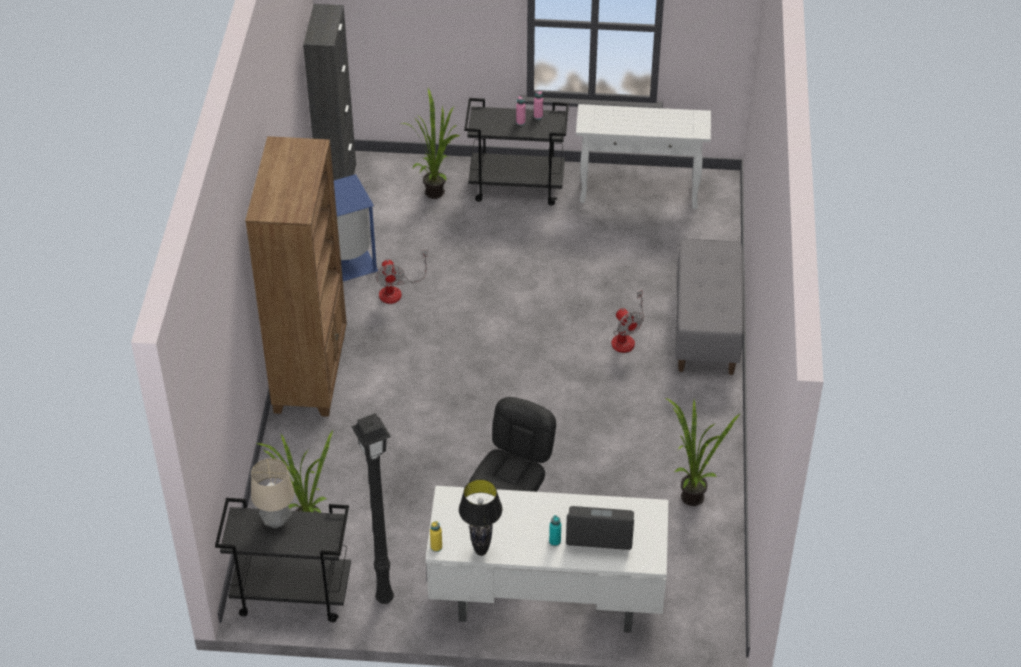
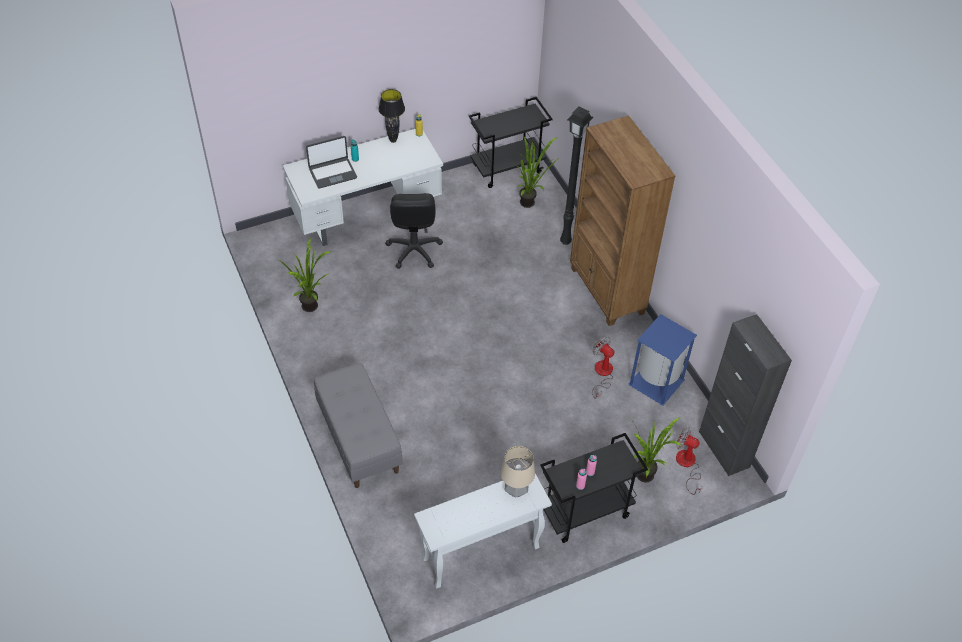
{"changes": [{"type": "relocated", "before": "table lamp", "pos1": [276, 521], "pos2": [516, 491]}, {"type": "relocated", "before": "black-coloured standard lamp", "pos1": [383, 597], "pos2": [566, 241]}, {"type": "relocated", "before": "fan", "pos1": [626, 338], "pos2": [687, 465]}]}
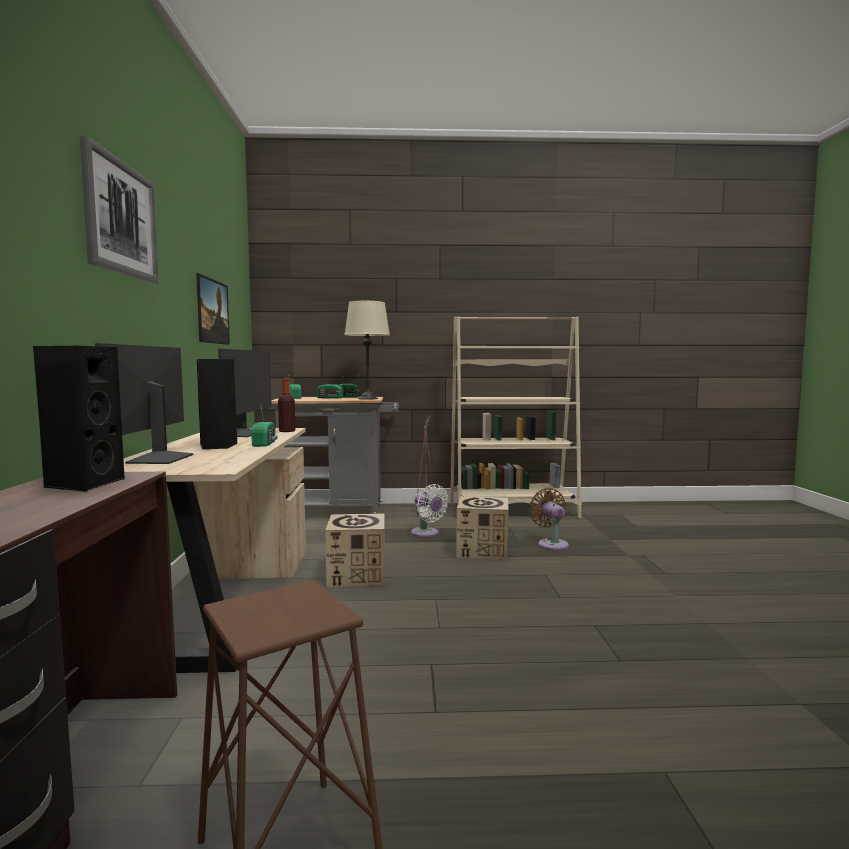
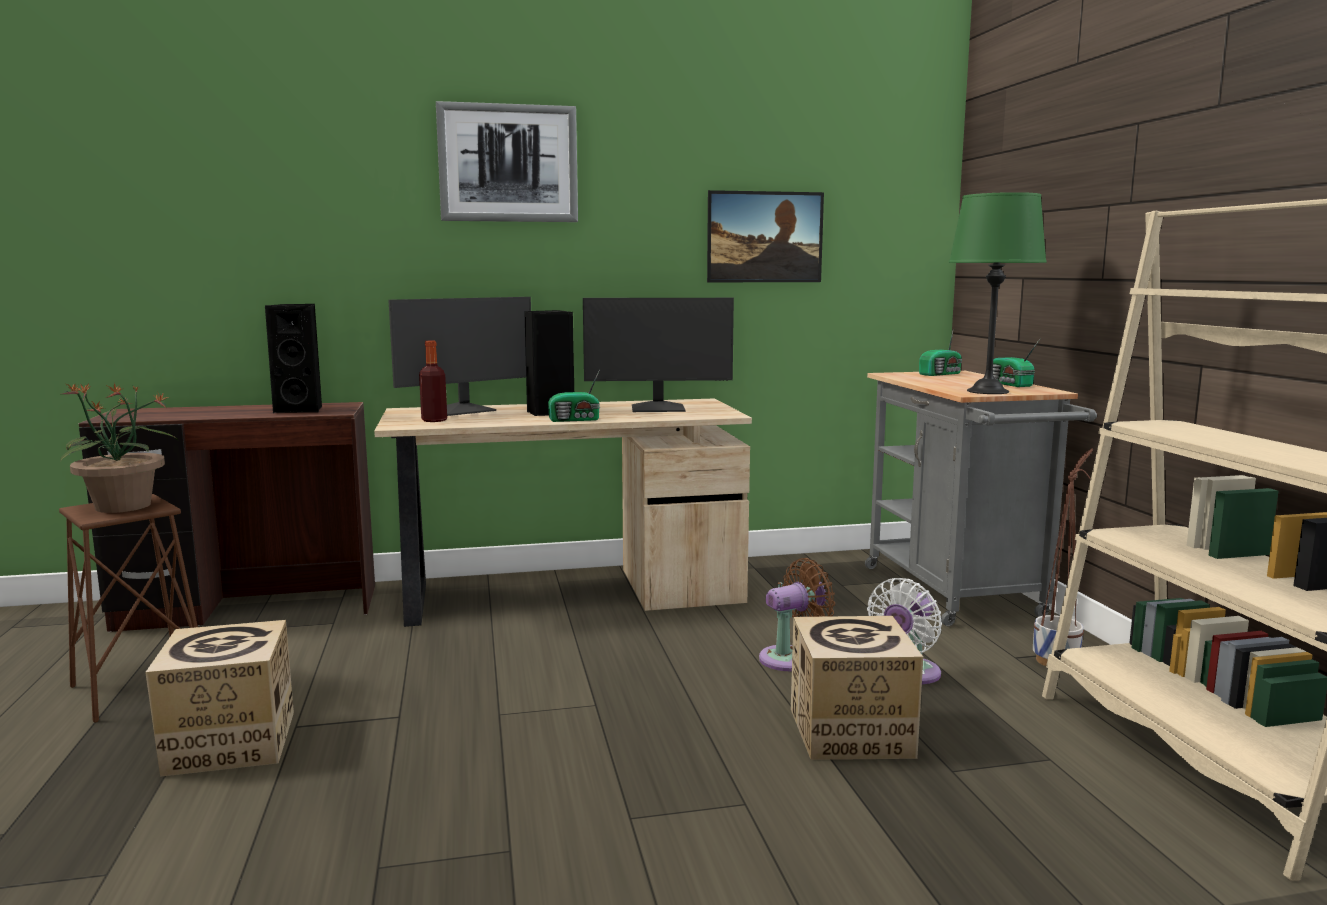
{"changes": [{"type": "appeared", "after": "plant in a pot", "pos2": [124, 507]}, {"type": "relocated", "before": "carton", "pos1": [357, 575], "pos2": [230, 743]}, {"type": "spun", "before": "computer display", "pos1": [158, 459], "pos2": [463, 411], "turn": 150}, {"type": "relocated", "before": "drink bottle", "pos1": [287, 431], "pos2": [434, 420]}, {"type": "relocated", "before": "brownish fan", "pos1": [551, 544], "pos2": [792, 658]}, {"type": "colour", "before": "beige table lamp", "after": "green table lamp", "pos1": [367, 398], "pos2": [988, 391]}, {"type": "missing", "before": "radio receiver", "pos1": [330, 398]}]}
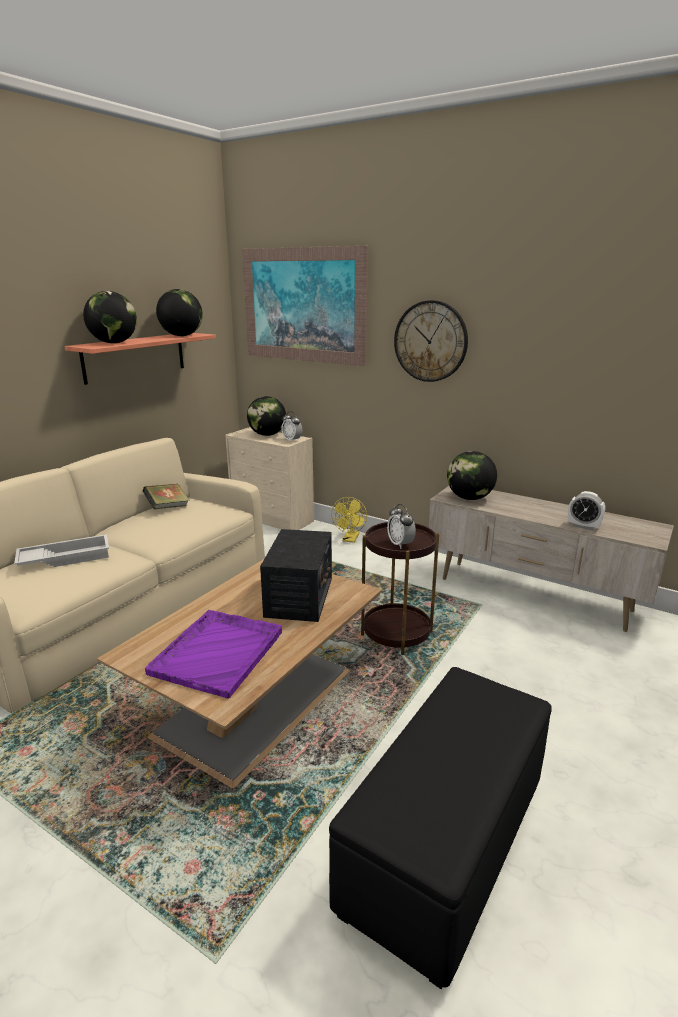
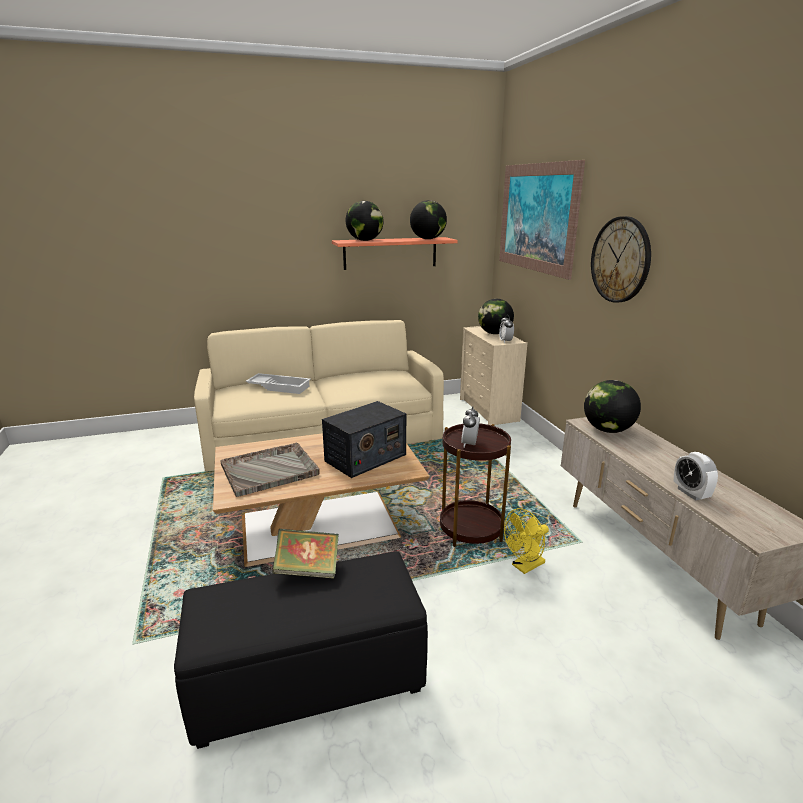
{"changes": [{"type": "colour", "before": "purplish serving tray", "after": "gray serving tray", "pos1": [218, 652], "pos2": [270, 470]}, {"type": "relocated", "before": "book", "pos1": [167, 508], "pos2": [308, 570]}, {"type": "relocated", "before": "yellow fan", "pos1": [350, 539], "pos2": [524, 566]}]}
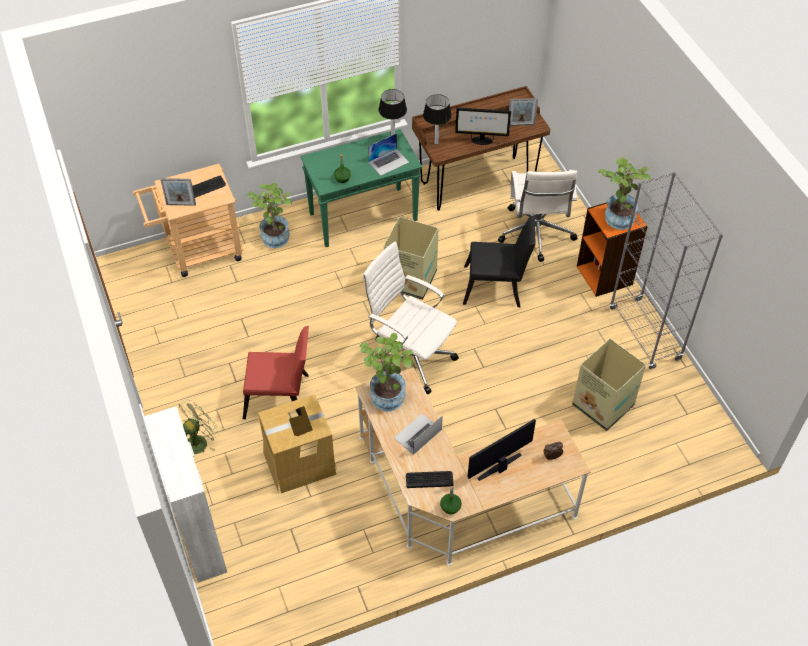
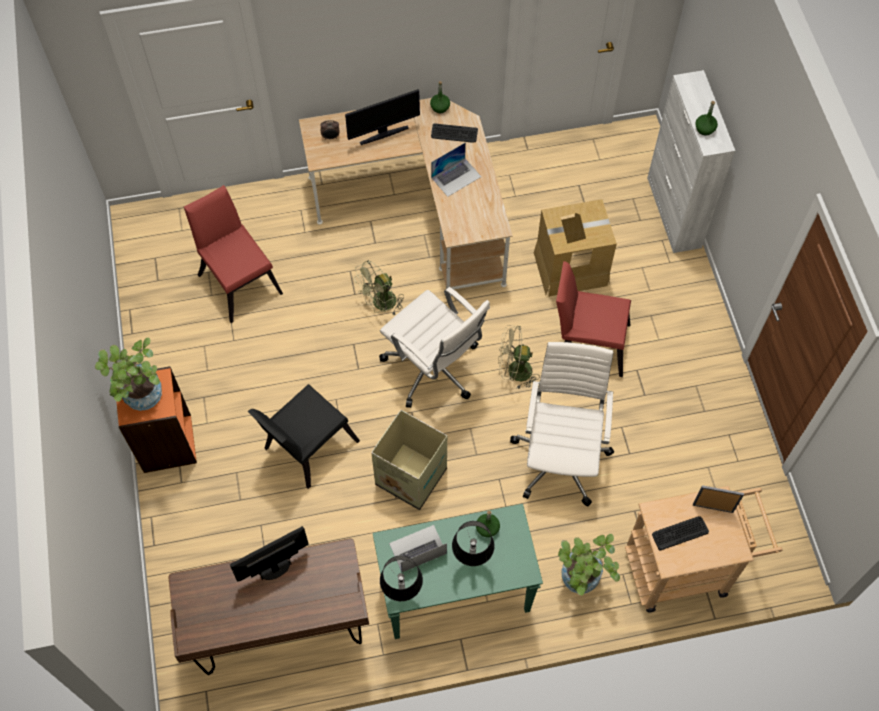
{"changes": [{"type": "exchanged", "before": "carton", "after": "red-coloured plain chair", "pos1": [603, 406], "pos2": [238, 279]}, {"type": "spun", "before": "computer display", "pos1": [481, 141], "pos2": [275, 568], "turn": -45}, {"type": "spun", "before": "black-coloured plain chair", "pos1": [497, 287], "pos2": [306, 448], "turn": -60}, {"type": "relocated", "before": "green fan", "pos1": [199, 440], "pos2": [380, 304]}, {"type": "relocated", "before": "table lamp", "pos1": [436, 143], "pos2": [472, 563]}, {"type": "appeared", "after": "beige fan", "pos2": [514, 371]}, {"type": "relocated", "before": "white desk chair", "pos1": [536, 234], "pos2": [561, 457]}, {"type": "appeared", "after": "green drink bottle", "pos2": [705, 129]}, {"type": "missing", "before": "plant in a pot", "pos1": [387, 392]}, {"type": "missing", "before": "picture frame", "pos1": [521, 124]}, {"type": "missing", "before": "gray bookshelf", "pos1": [645, 334]}]}
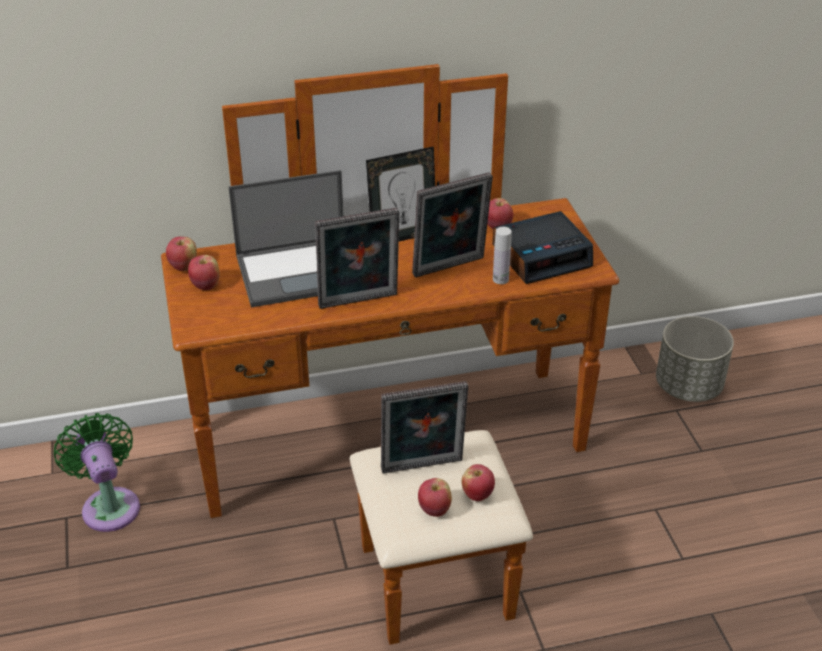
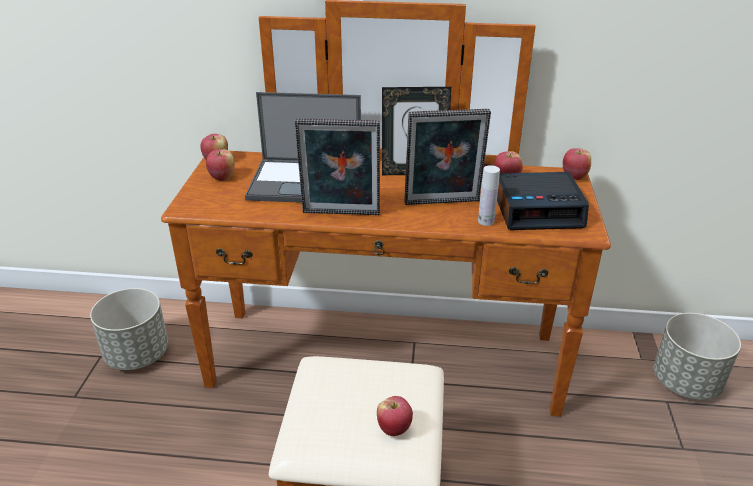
{"changes": [{"type": "exchanged", "before": "green fan", "after": "gray flower pot", "pos1": [109, 505], "pos2": [137, 355]}, {"type": "relocated", "before": "apple", "pos1": [434, 509], "pos2": [574, 176]}, {"type": "missing", "before": "picture frame", "pos1": [422, 468]}]}
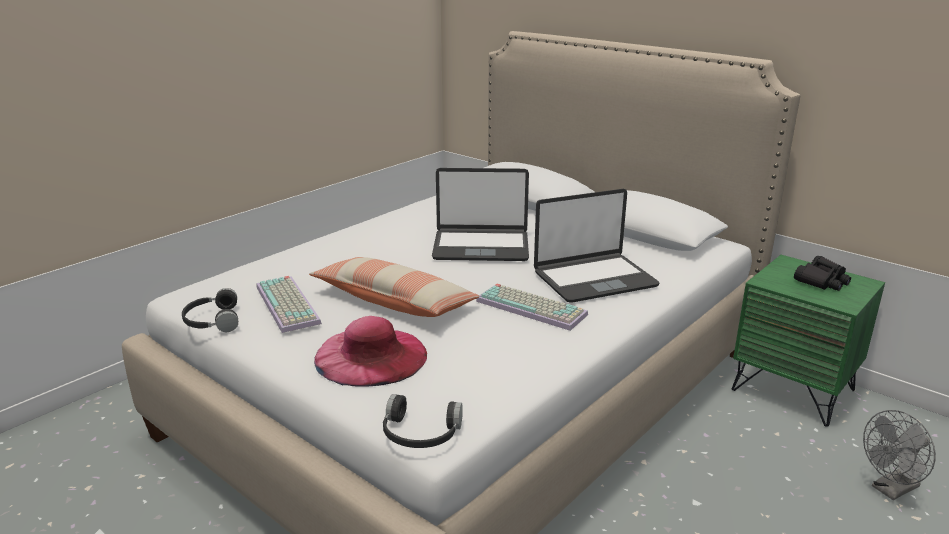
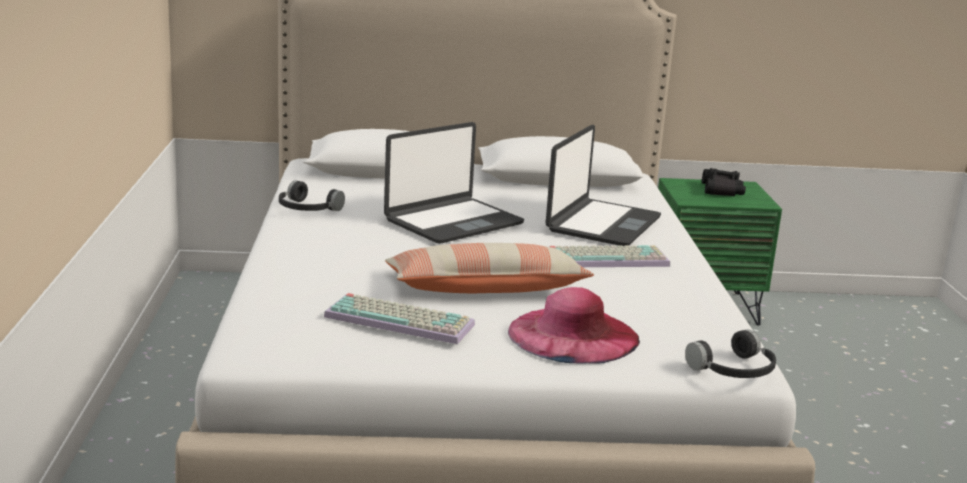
{"changes": [{"type": "relocated", "before": "black-coloured headset", "pos1": [211, 321], "pos2": [306, 209]}, {"type": "missing", "before": "gray fan", "pos1": [891, 490]}]}
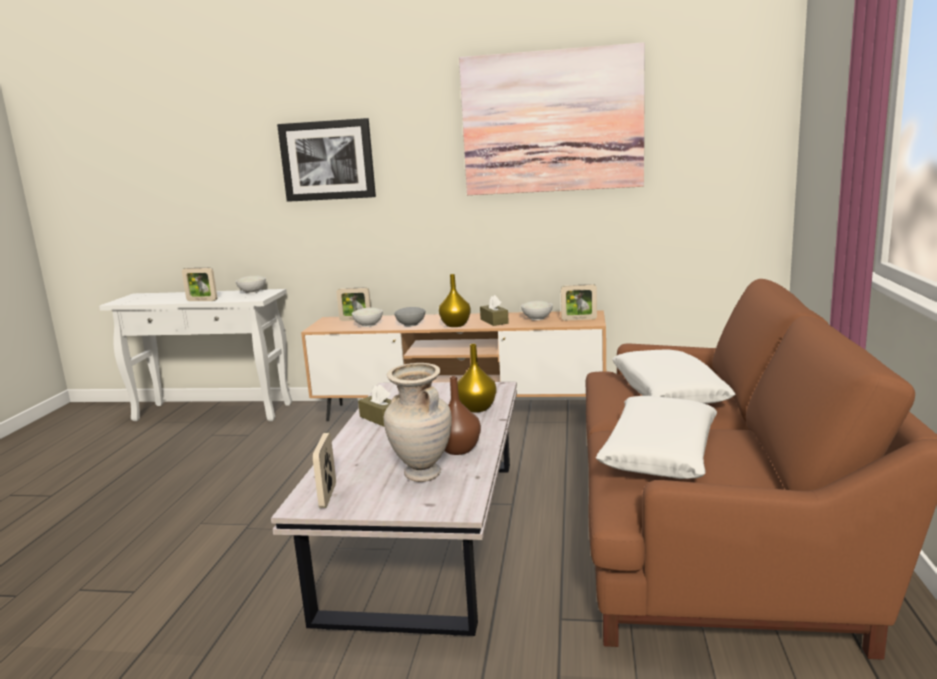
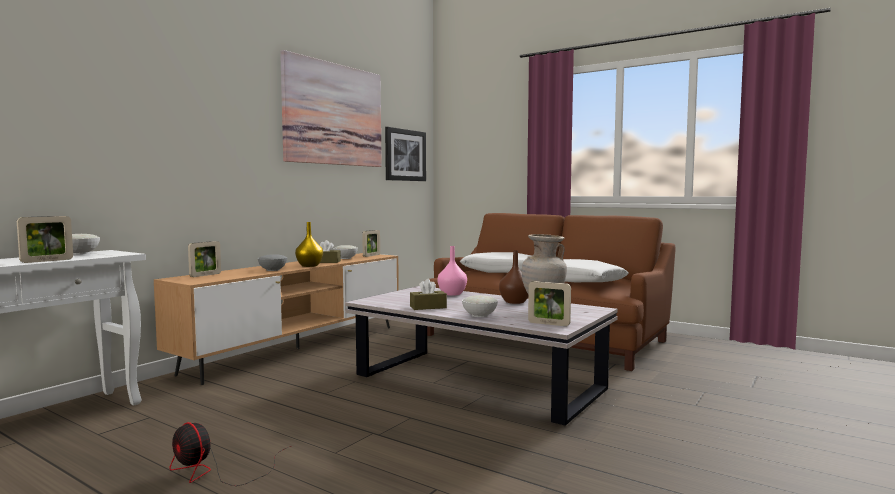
{"changes": [{"type": "appeared", "after": "fan", "pos2": [216, 471]}, {"type": "relocated", "before": "wall art", "pos1": [327, 160], "pos2": [405, 155]}, {"type": "colour", "before": "yellow decorative vase", "after": "pinkish decorative vase", "pos1": [476, 409], "pos2": [452, 294]}, {"type": "relocated", "before": "white bowl", "pos1": [368, 325], "pos2": [480, 315]}]}
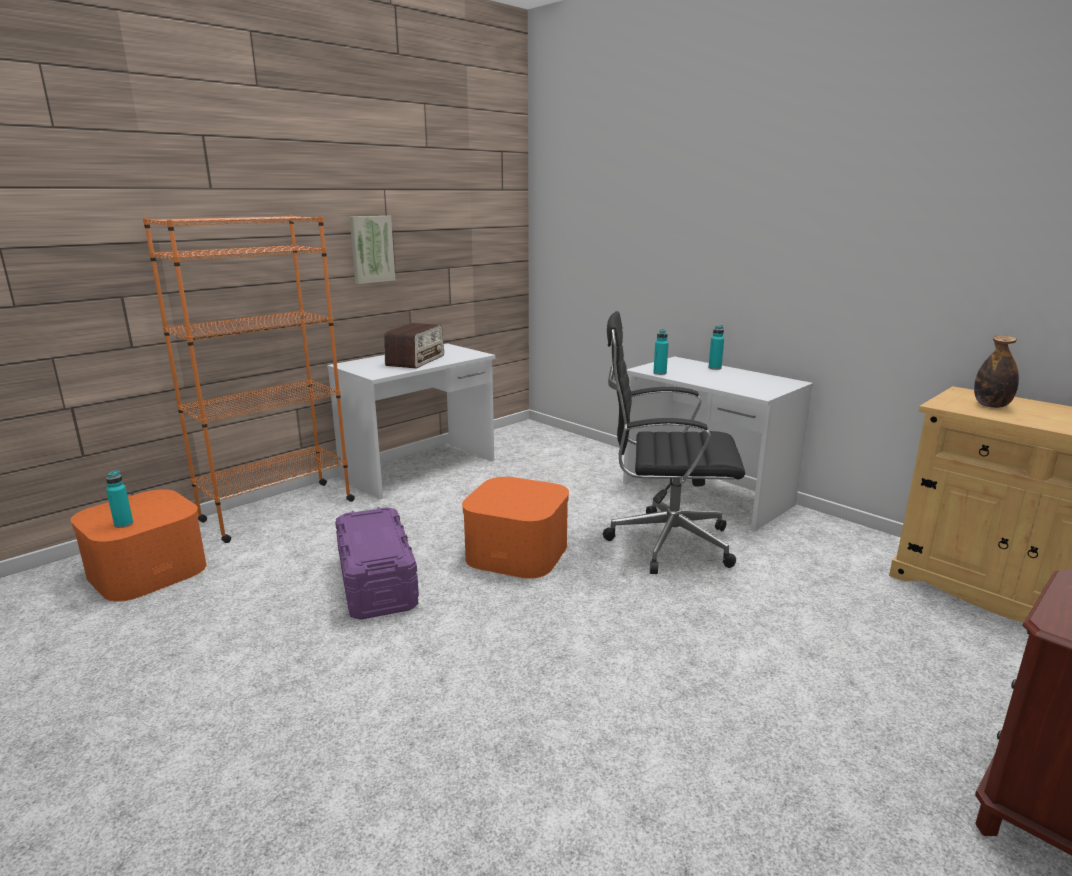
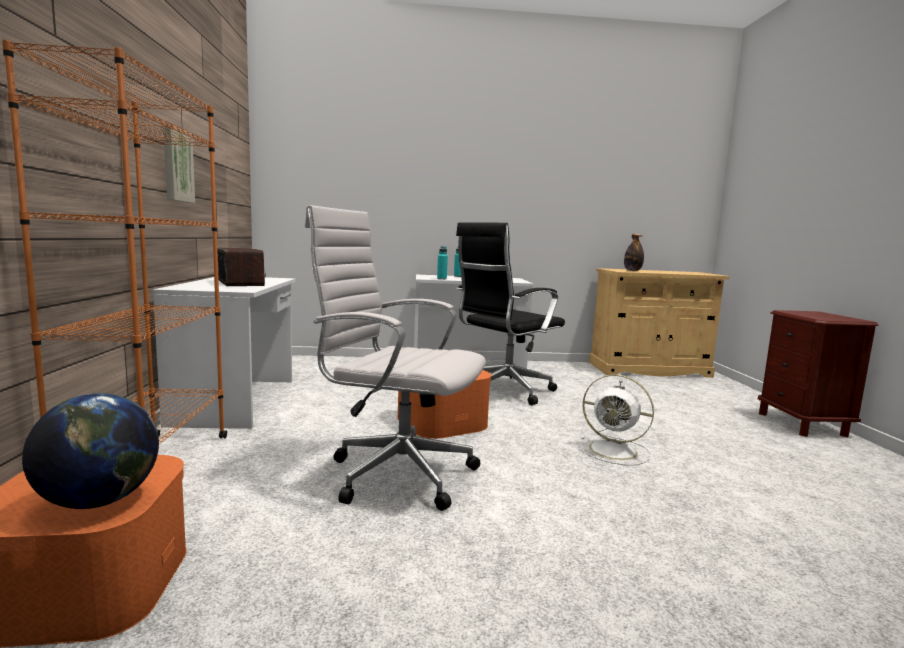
{"changes": [{"type": "exchanged", "before": "turquoise-coloured drink bottle", "after": "desk globe", "pos1": [124, 524], "pos2": [99, 502]}, {"type": "exchanged", "before": "purplish storage box", "after": "white desk chair", "pos1": [377, 582], "pos2": [395, 473]}, {"type": "appeared", "after": "white fan", "pos2": [615, 450]}]}
